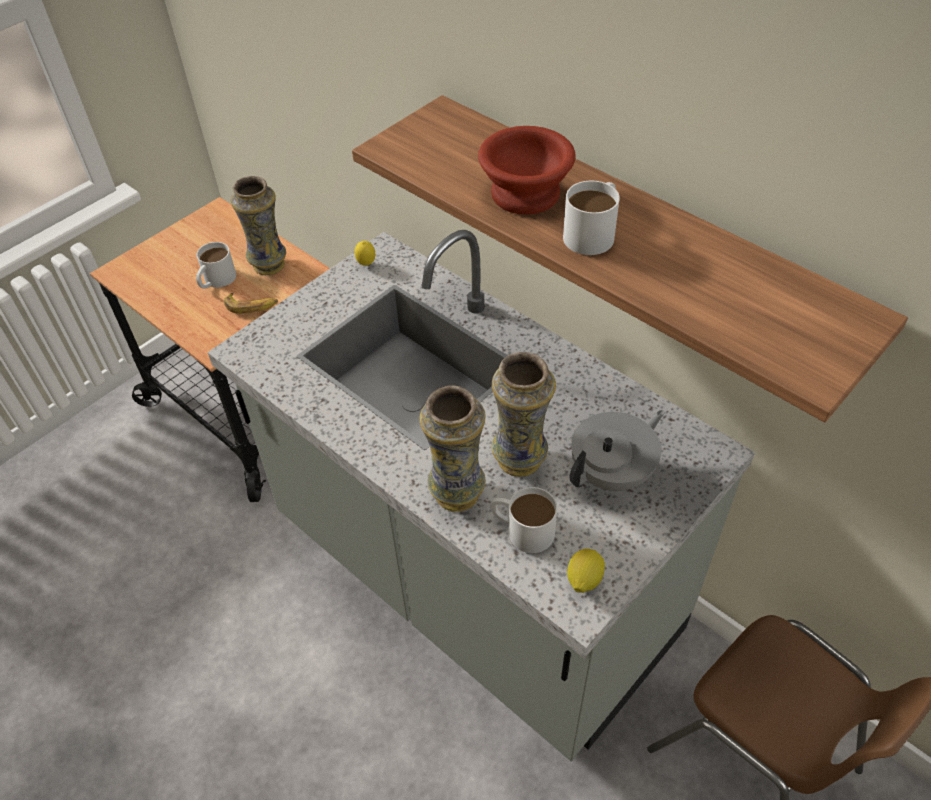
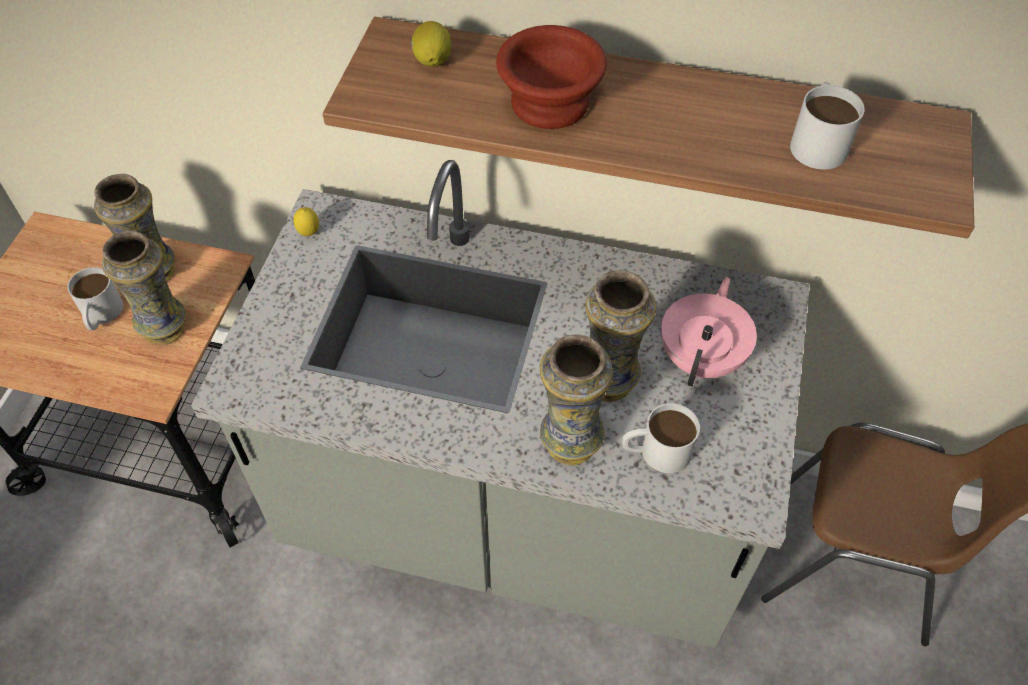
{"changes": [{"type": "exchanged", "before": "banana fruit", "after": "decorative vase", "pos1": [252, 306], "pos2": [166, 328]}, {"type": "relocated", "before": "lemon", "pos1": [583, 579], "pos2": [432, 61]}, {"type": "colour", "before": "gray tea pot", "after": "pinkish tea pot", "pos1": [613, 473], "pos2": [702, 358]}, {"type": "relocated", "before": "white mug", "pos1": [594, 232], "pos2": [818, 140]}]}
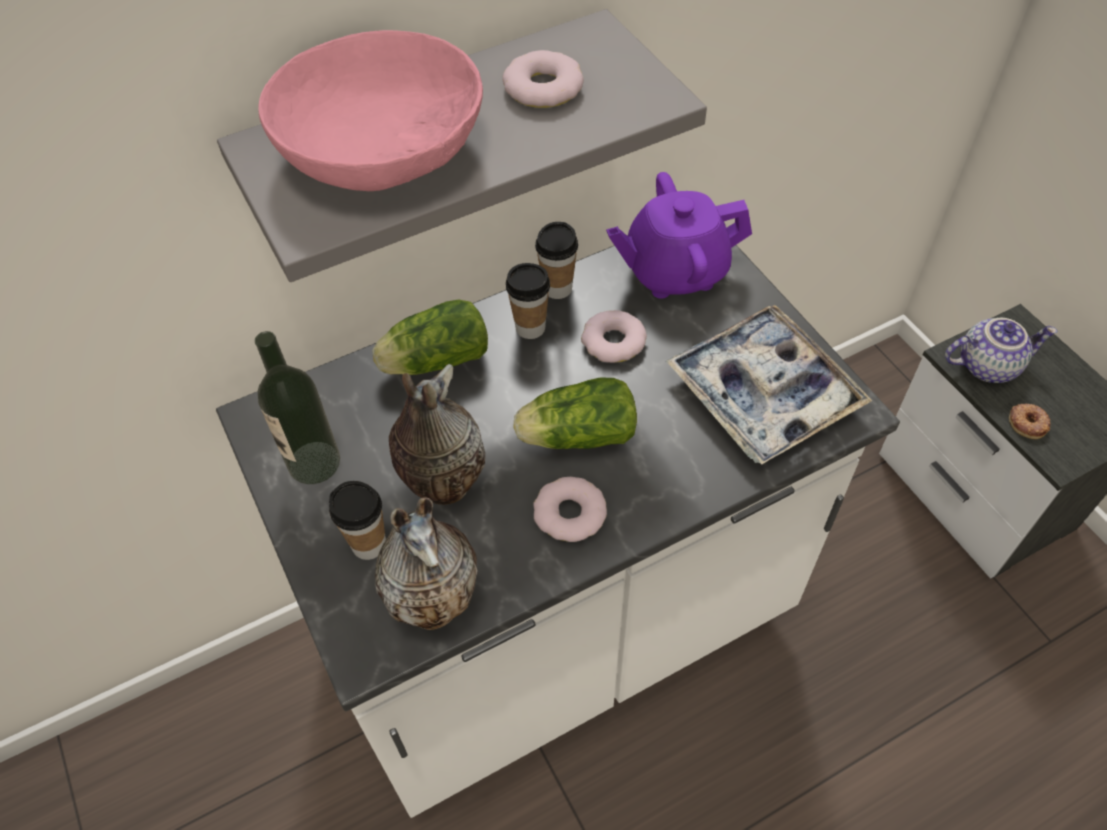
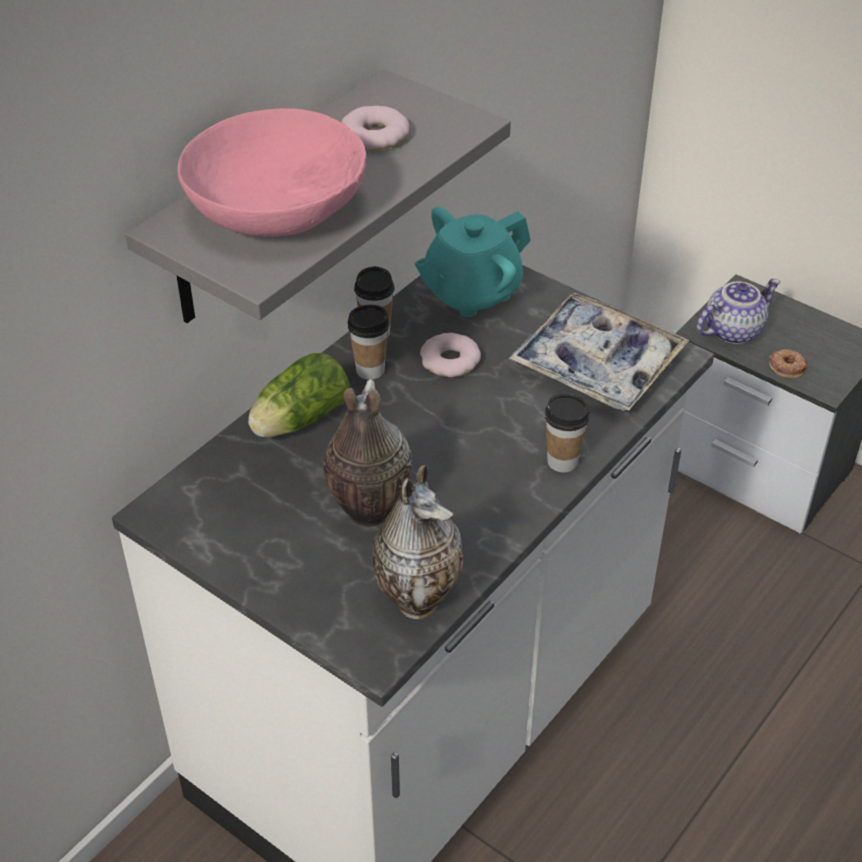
{"changes": [{"type": "colour", "before": "purplish tea pot", "after": "turquoise-coloured tea pot", "pos1": [674, 271], "pos2": [471, 293]}, {"type": "relocated", "before": "drinking cup", "pos1": [369, 544], "pos2": [562, 461]}, {"type": "missing", "before": "drink bottle", "pos1": [314, 462]}, {"type": "missing", "before": "lettuce", "pos1": [574, 435]}, {"type": "missing", "before": "donut", "pos1": [569, 514]}]}
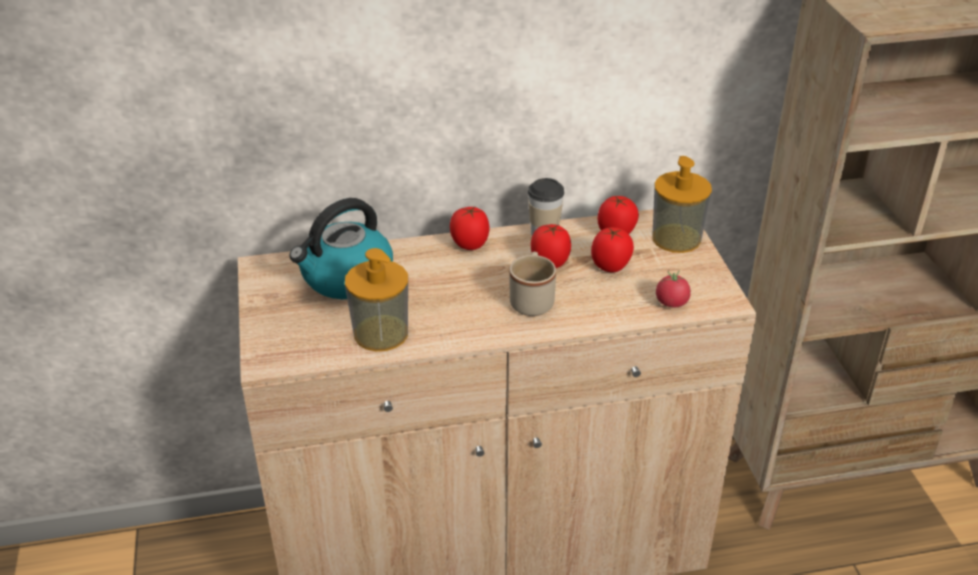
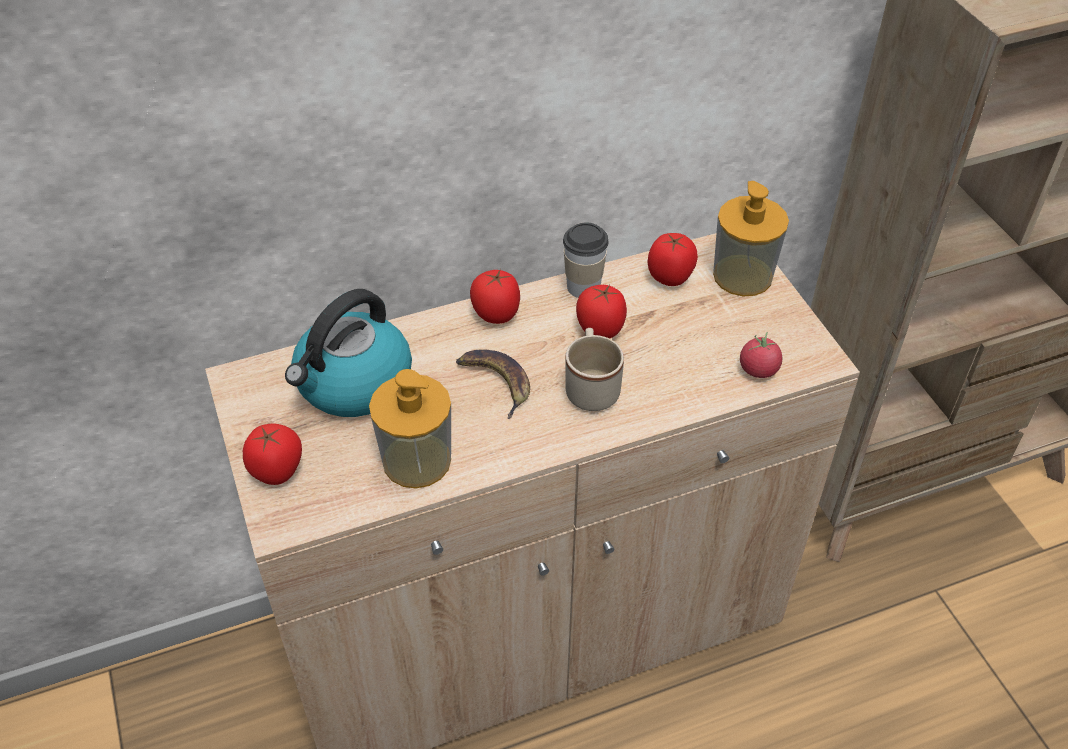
{"changes": [{"type": "relocated", "before": "fresh tomato", "pos1": [611, 266], "pos2": [277, 471]}, {"type": "appeared", "after": "banana fruit", "pos2": [495, 382]}]}
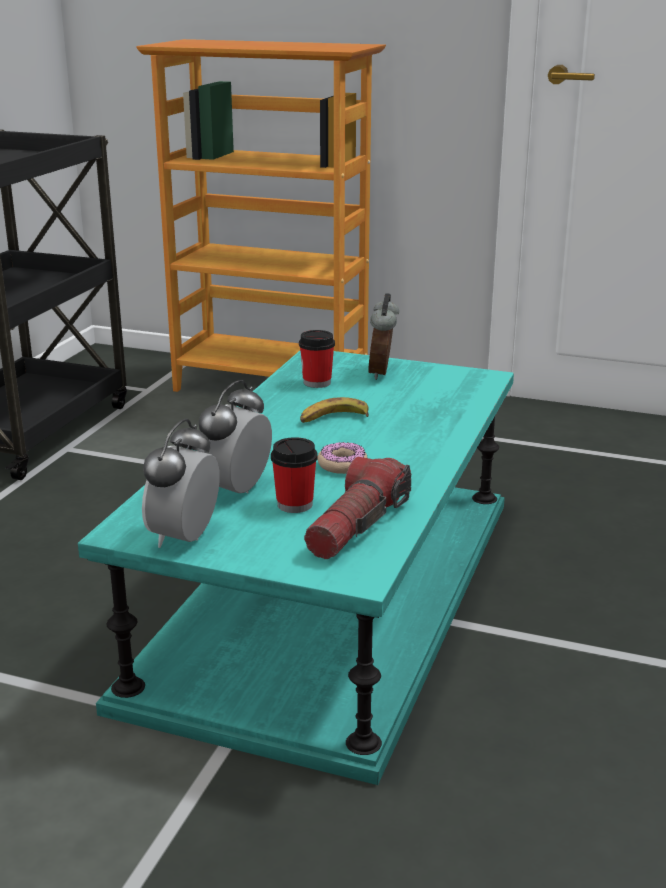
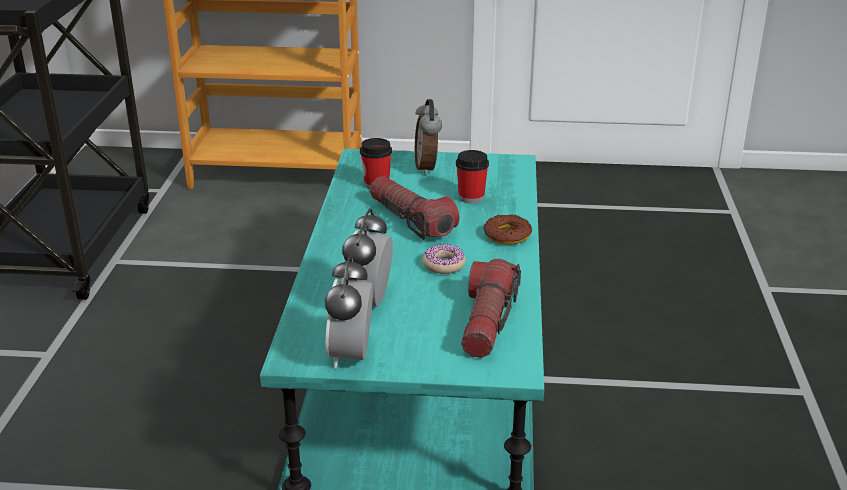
{"changes": [{"type": "exchanged", "before": "banana fruit", "after": "torch", "pos1": [333, 419], "pos2": [411, 220]}, {"type": "relocated", "before": "drinking cup", "pos1": [295, 504], "pos2": [471, 197]}, {"type": "appeared", "after": "donut", "pos2": [507, 235]}]}
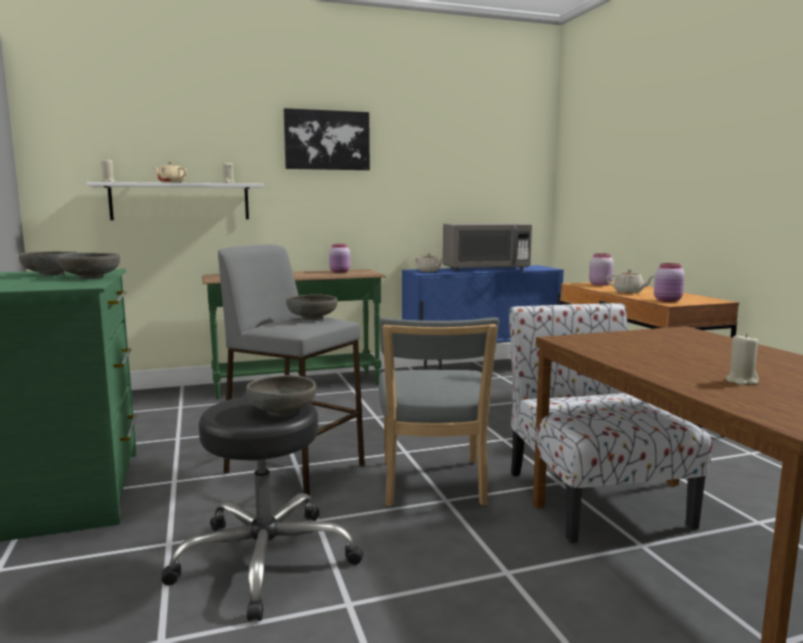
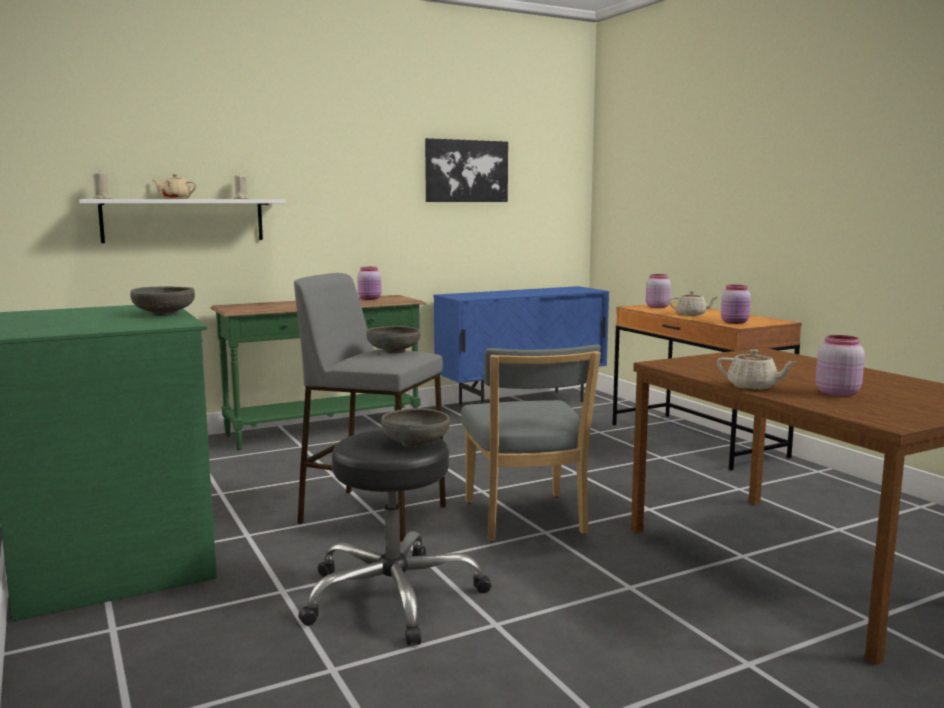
{"changes": [{"type": "relocated", "before": "wall art", "pos1": [327, 140], "pos2": [466, 171]}, {"type": "relocated", "before": "beige tea pot", "pos1": [429, 271], "pos2": [753, 387]}, {"type": "exchanged", "before": "beige wax light", "after": "pinkish jar", "pos1": [741, 381], "pos2": [836, 393]}, {"type": "missing", "before": "gray bowl", "pos1": [51, 274]}, {"type": "missing", "before": "gray microwave", "pos1": [485, 269]}, {"type": "missing", "before": "plain chair", "pos1": [592, 496]}]}
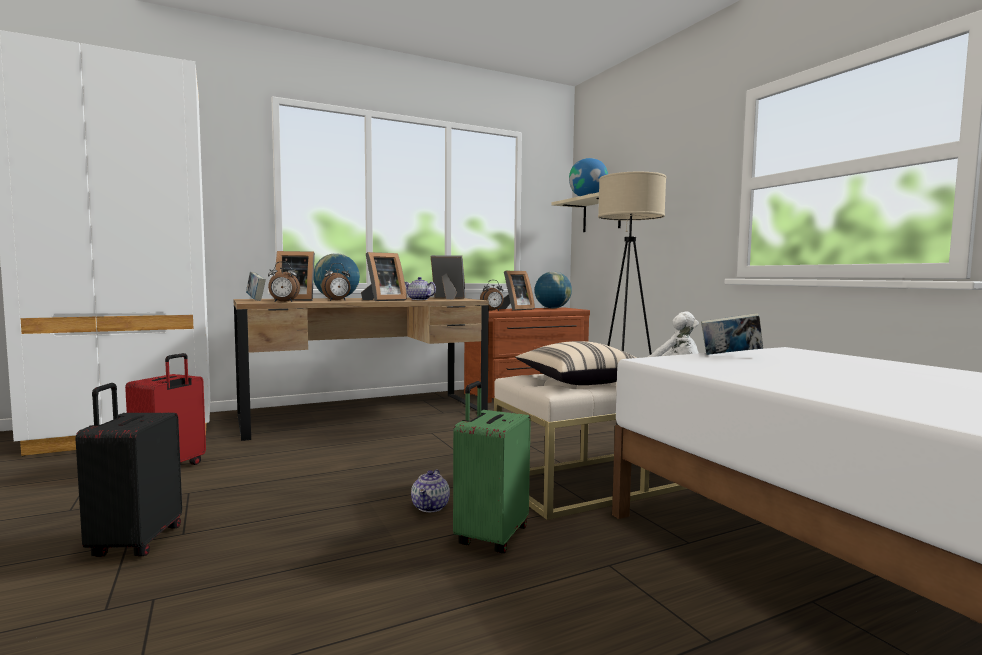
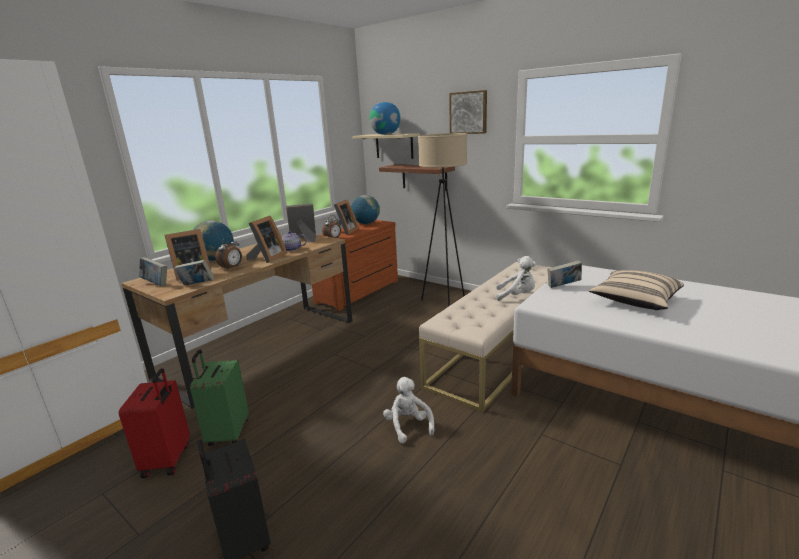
{"changes": [{"type": "exchanged", "before": "table clock", "after": "book", "pos1": [283, 302], "pos2": [197, 285]}, {"type": "relocated", "before": "green piece of luggage", "pos1": [490, 536], "pos2": [227, 433]}, {"type": "appeared", "after": "brownish wall shelf", "pos2": [424, 177]}, {"type": "exchanged", "before": "tea pot", "after": "white soft toy", "pos1": [431, 507], "pos2": [408, 426]}, {"type": "appeared", "after": "wall art", "pos2": [468, 112]}, {"type": "relocated", "before": "beige throw pillow", "pos1": [578, 381], "pos2": [634, 301]}]}
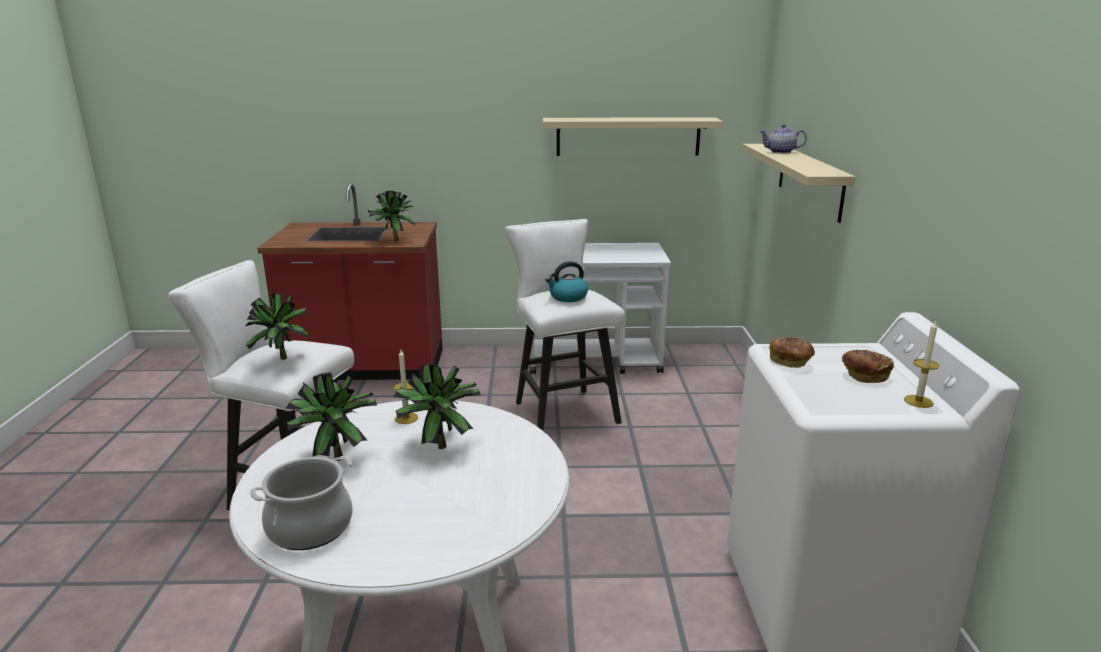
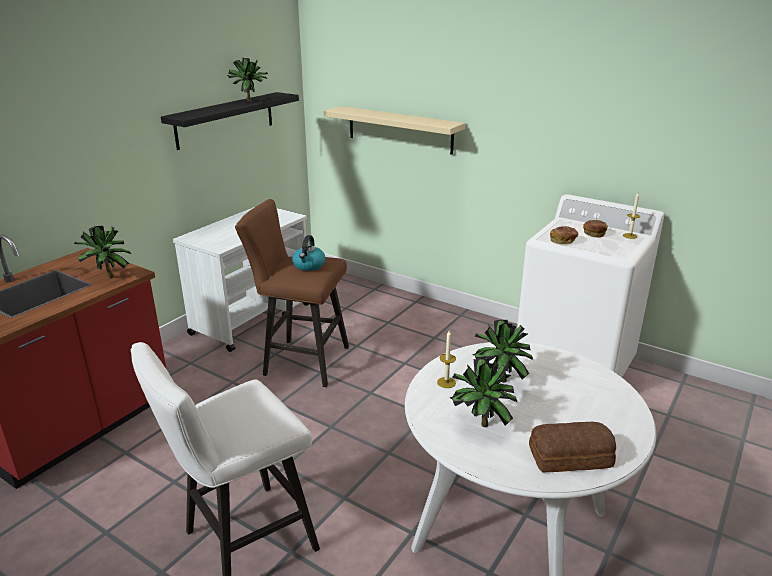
{"changes": [{"type": "colour", "before": "beige wall shelf", "after": "black-coloured wall shelf", "pos1": [628, 136], "pos2": [225, 120]}, {"type": "relocated", "before": "plant in a pot", "pos1": [282, 360], "pos2": [251, 101]}, {"type": "colour", "before": "white stool seat", "after": "brownish stool seat", "pos1": [562, 410], "pos2": [300, 361]}, {"type": "exchanged", "before": "saucepot", "after": "baked bread", "pos1": [310, 528], "pos2": [571, 458]}, {"type": "missing", "before": "tea pot", "pos1": [780, 152]}]}
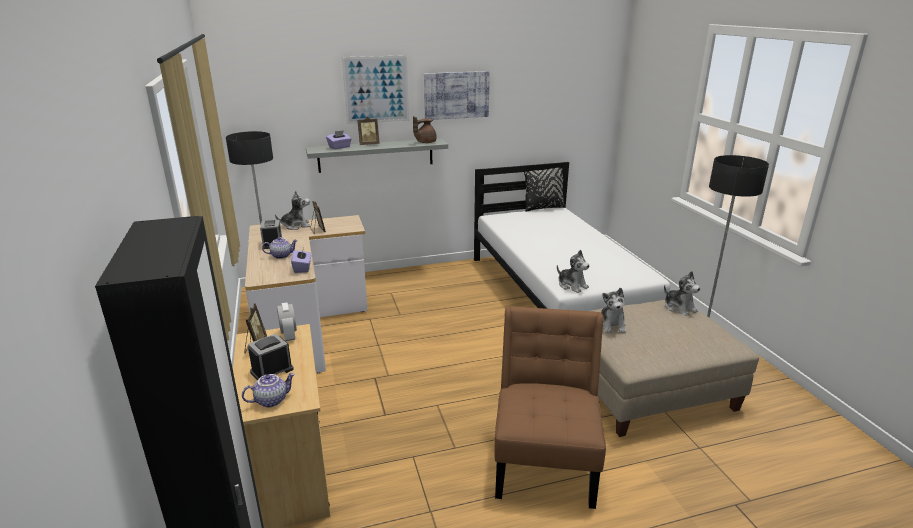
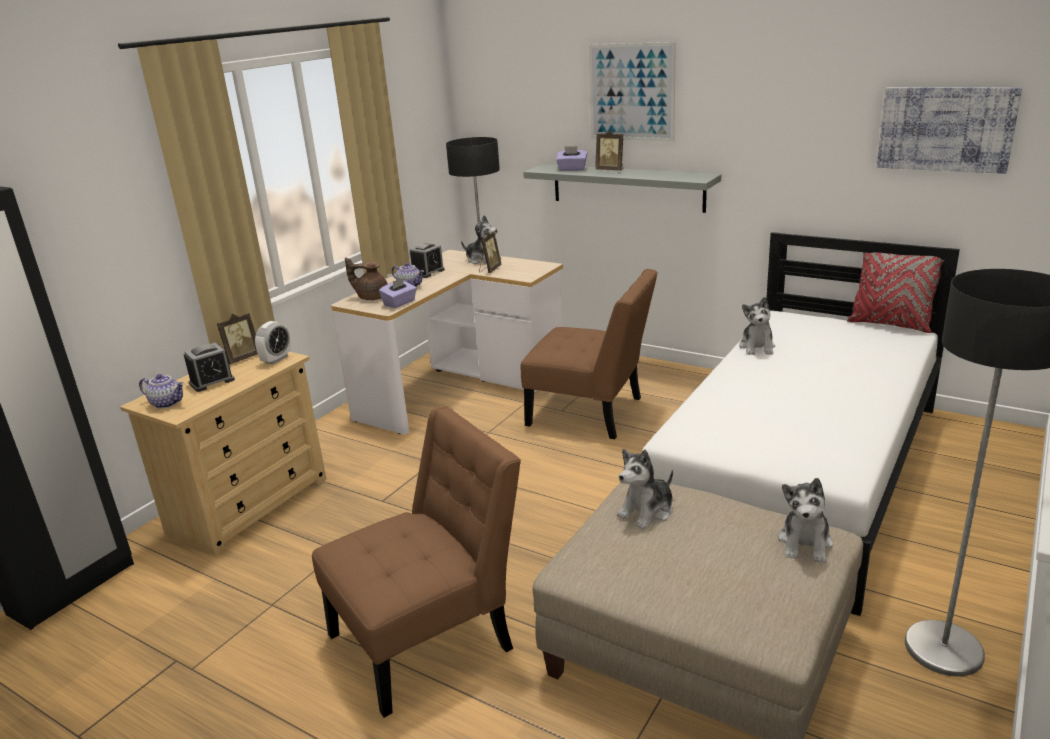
{"changes": [{"type": "spun", "before": "table clock", "pos1": [272, 370], "pos2": [212, 382], "turn": 135}, {"type": "relocated", "before": "brownish tea pot", "pos1": [425, 142], "pos2": [372, 297]}, {"type": "appeared", "after": "brownish plain chair", "pos2": [591, 413]}, {"type": "relocated", "before": "soft toy", "pos1": [572, 285], "pos2": [757, 347]}, {"type": "colour", "before": "black-coloured throw pillow", "after": "red-coloured throw pillow", "pos1": [543, 208], "pos2": [890, 324]}, {"type": "relocated", "before": "wall art", "pos1": [456, 95], "pos2": [945, 129]}]}
